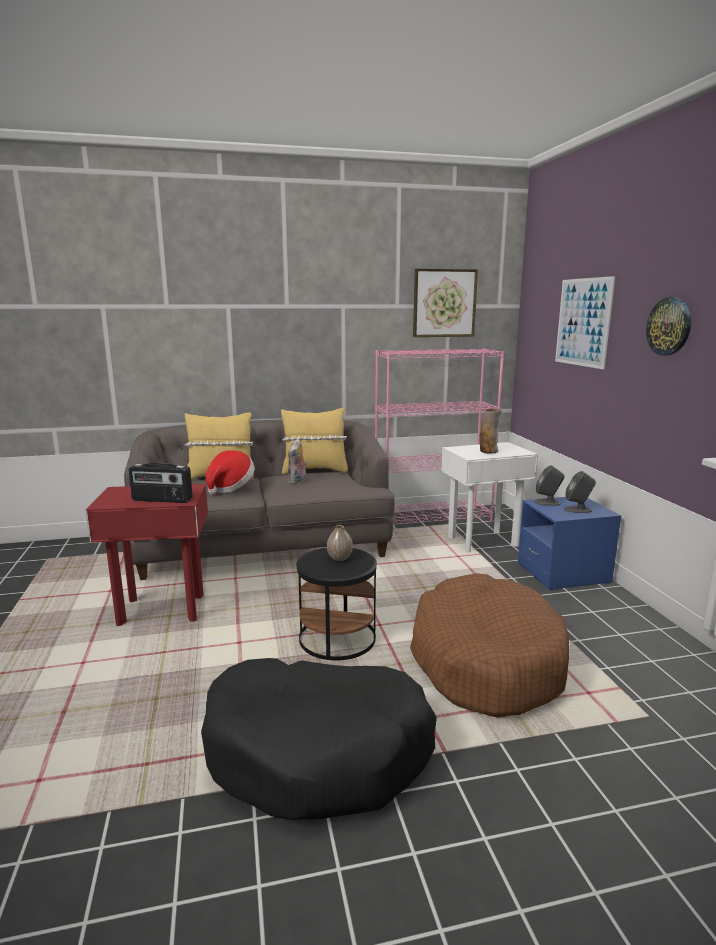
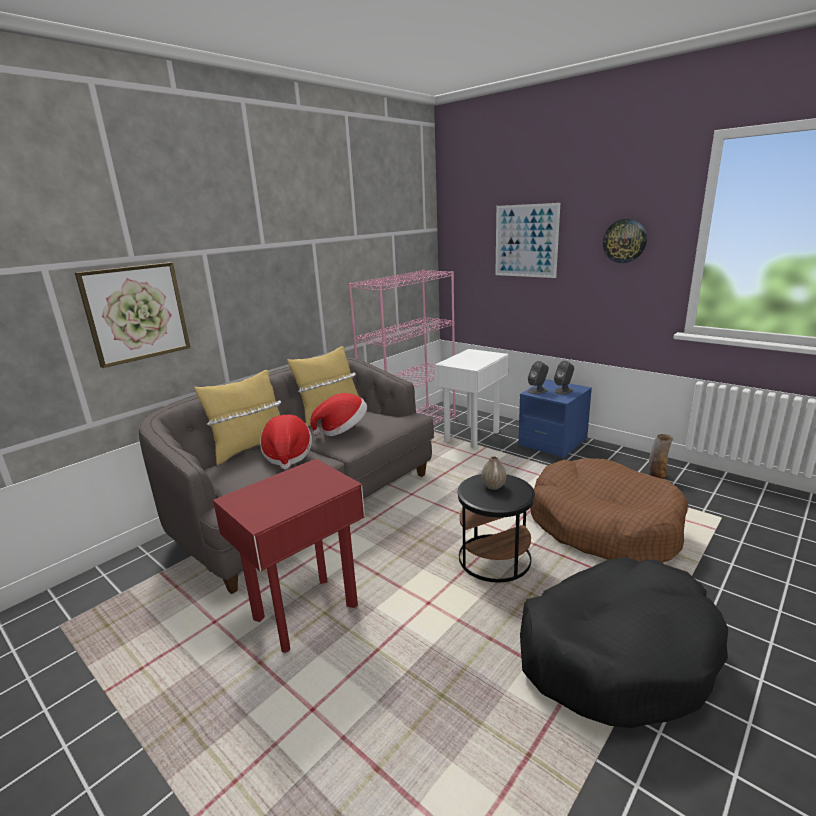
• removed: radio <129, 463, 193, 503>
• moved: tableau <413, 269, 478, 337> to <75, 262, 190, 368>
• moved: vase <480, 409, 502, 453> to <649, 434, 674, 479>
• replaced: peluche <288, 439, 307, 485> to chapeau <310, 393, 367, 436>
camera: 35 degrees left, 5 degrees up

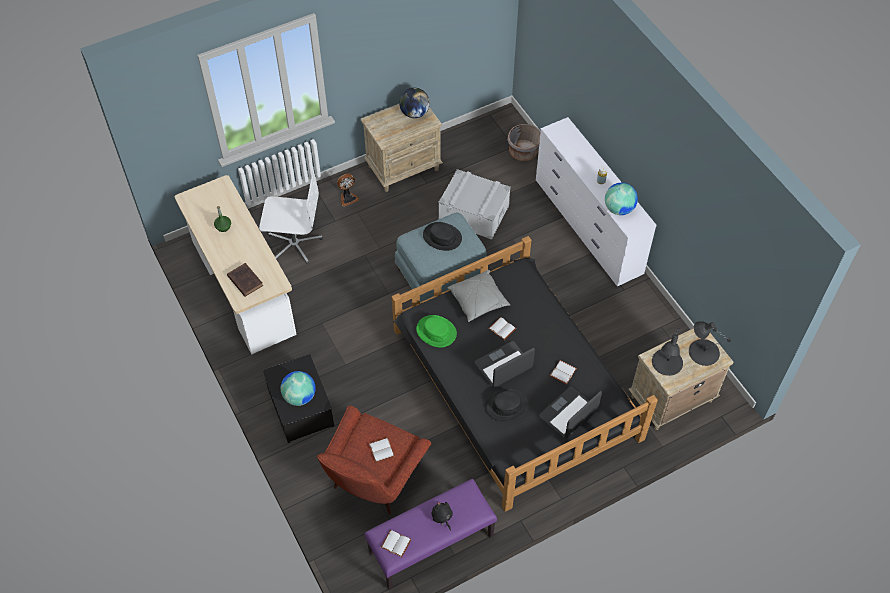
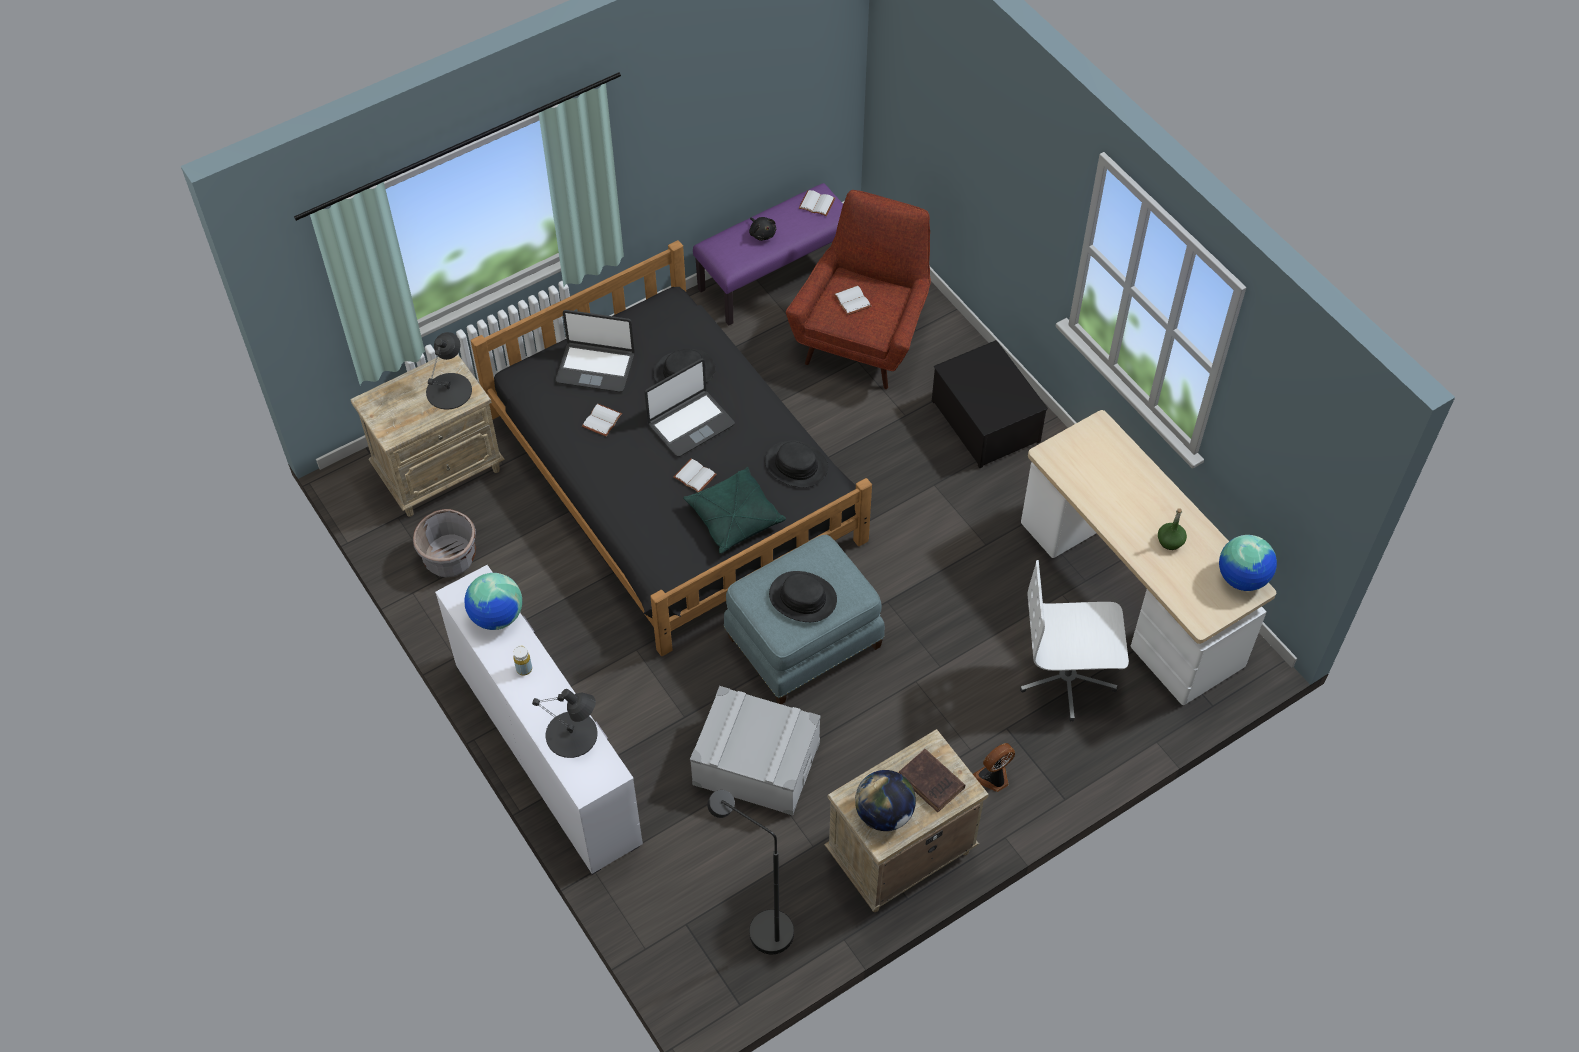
• added: lampadaire (noir) <707, 790, 794, 954>
• moved: livre (marron) <227, 263, 263, 297> to <899, 749, 965, 812>
• moved: globe <281, 371, 315, 406> to <1219, 535, 1277, 591>
• moved: cache-pot (gris) <507, 124, 541, 161> to <413, 509, 476, 578>
• moved: lampe de table (noir) <689, 322, 731, 366> to <532, 689, 598, 758>
• recoloured: chapeau (vert) <416, 315, 457, 347> to chapeau (noir) <765, 440, 828, 488>
• recoloured: coussin (gris) <447, 270, 510, 322> to coussin (vert) <683, 467, 786, 554>
• turned: ordinateur portable <539, 386, 602, 438> = <555, 310, 635, 392> 60 degrees clockwise
camera: 175 degrees right, 0 degrees up

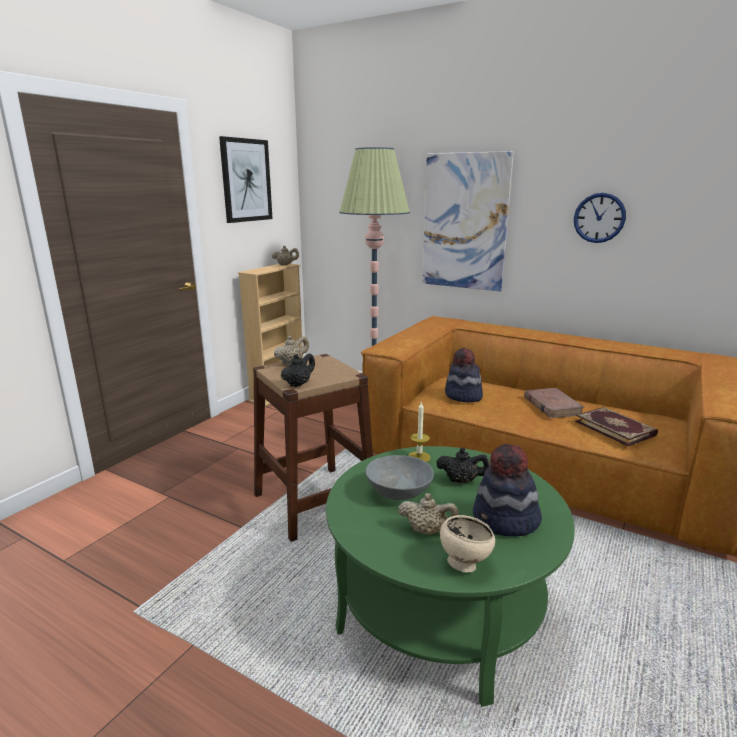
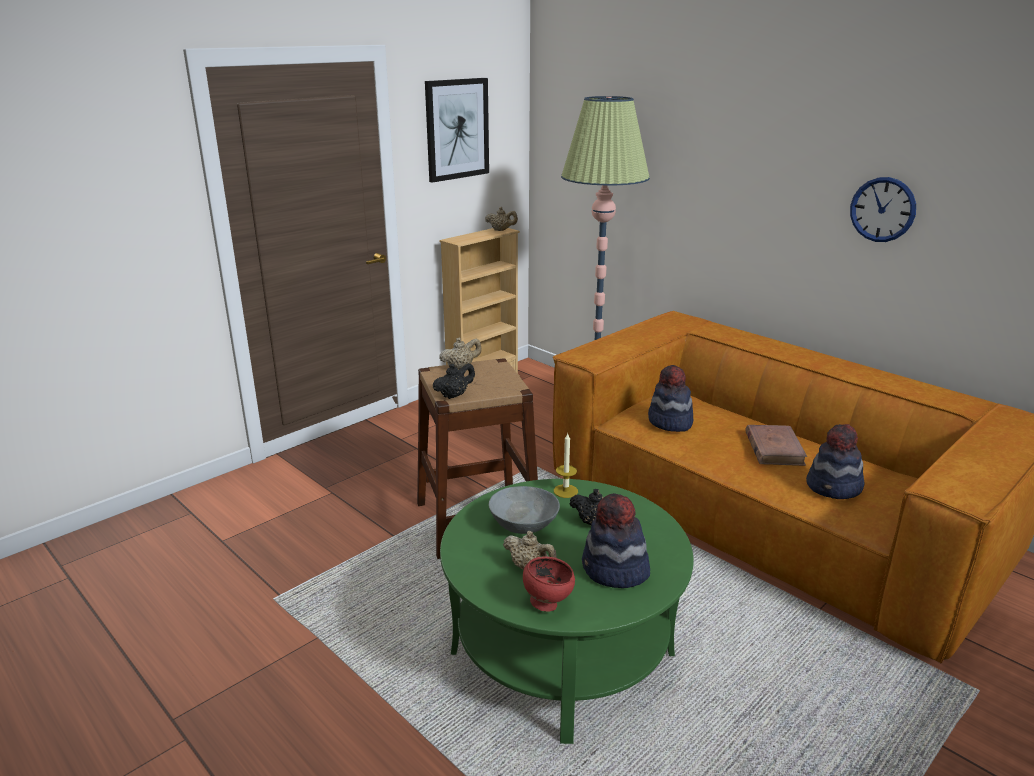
• removed: tableau <422, 151, 514, 292>
• replaced: livre <575, 407, 658, 446> to chapeau <806, 424, 865, 499>
• recoloured: bol (beige) <440, 515, 495, 573> to bol (rouge) <523, 556, 575, 612>
camera: 15 degrees right, 5 degrees up

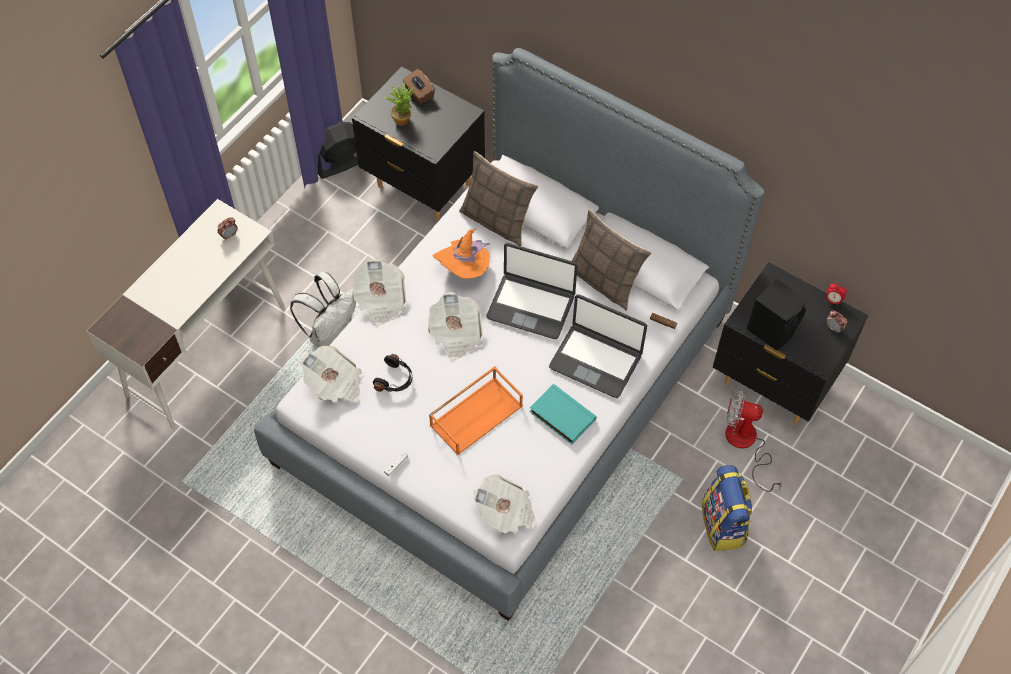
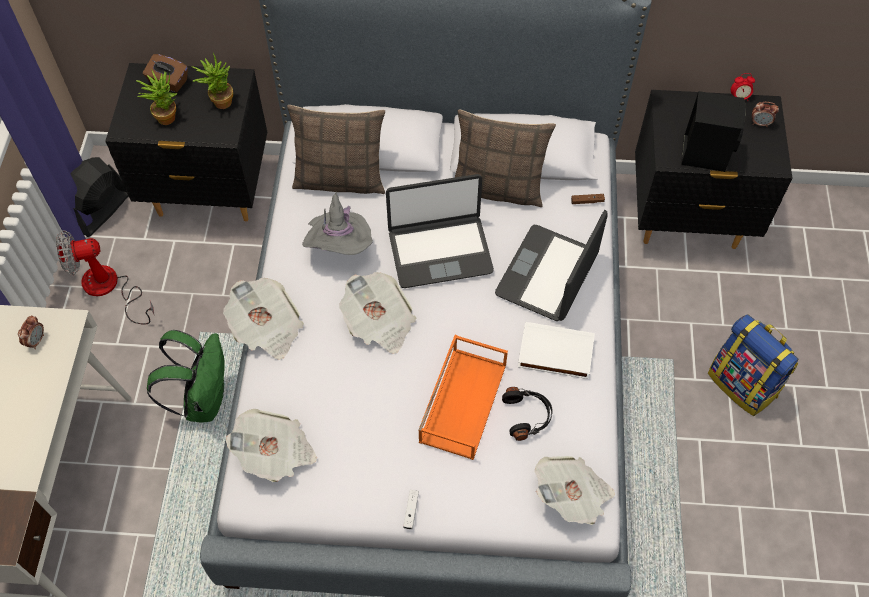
• added: plante en pot <191, 52, 233, 109>
• moved: casque audio (noir) <373, 354, 412, 392> to <502, 387, 553, 441>
• moved: ventilateur <725, 389, 783, 492> to <56, 230, 155, 325>
• recoloured: sac à dos (blanc) <290, 272, 356, 347> to sac à dos (vert) <147, 330, 226, 423>
• recoloured: chapeau (orange) <433, 228, 490, 279> to chapeau (gris) <302, 192, 373, 255>
• recoloured: livre (turquoise) <529, 384, 596, 444> to livre (blanc) <518, 322, 595, 379>
• turned: ordinateur portable <549, 294, 647, 398> = <495, 210, 608, 321> 120 degrees clockwise
camera: 30 degrees left, 0 degrees up

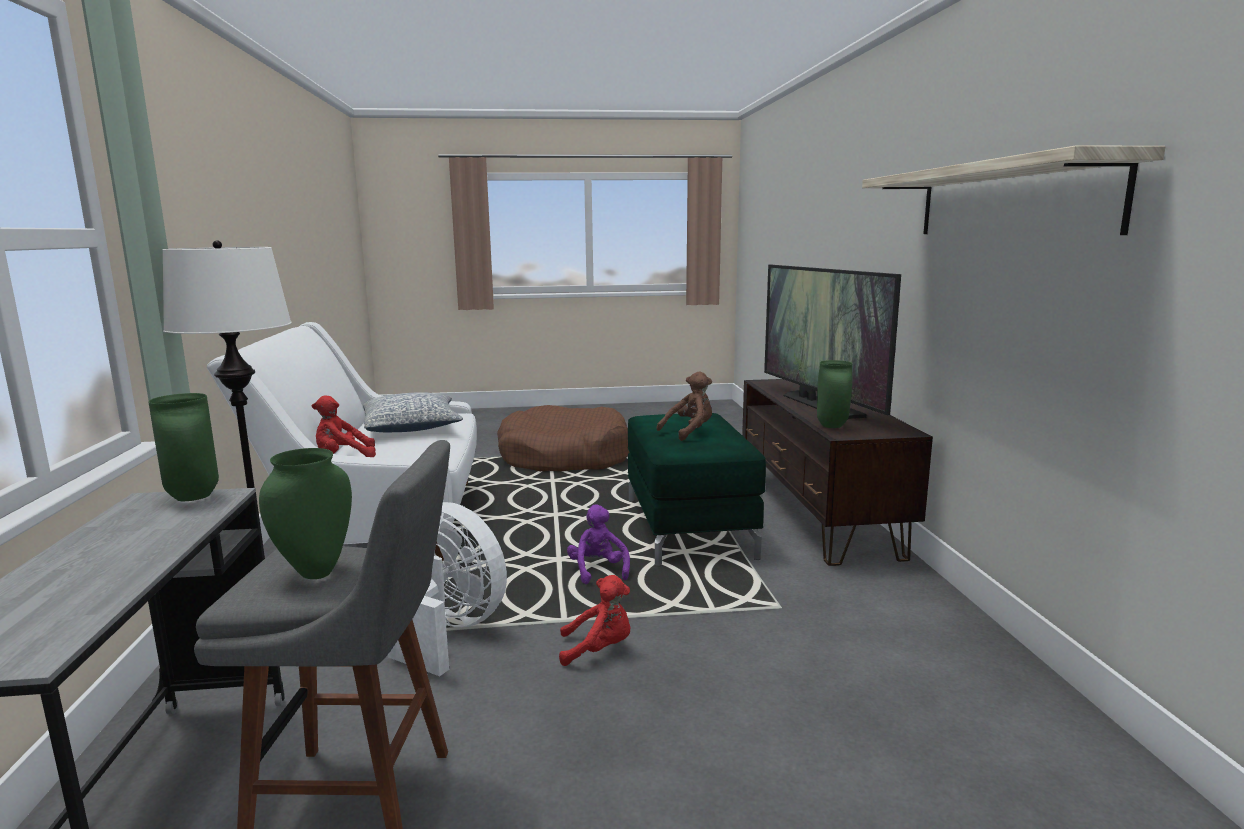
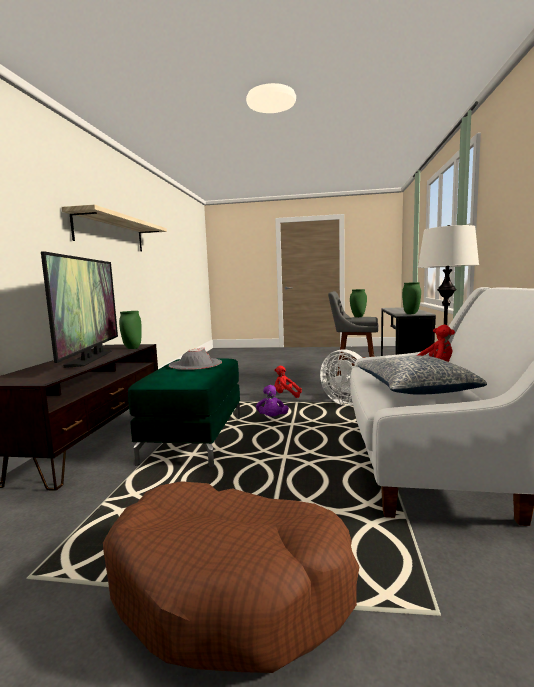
• replaced: peluche (marron) <656, 371, 712, 441> to chapeau (gris) <169, 347, 222, 370>
camera: 165 degrees left, 5 degrees down

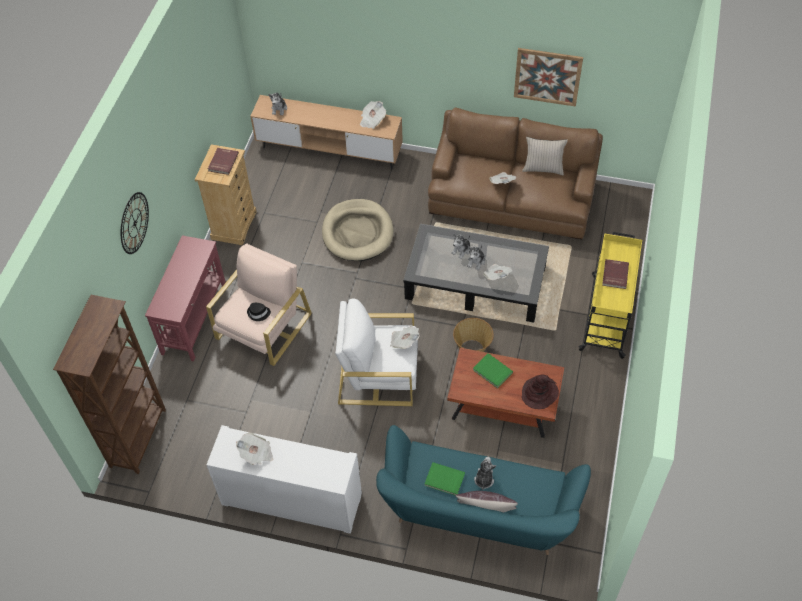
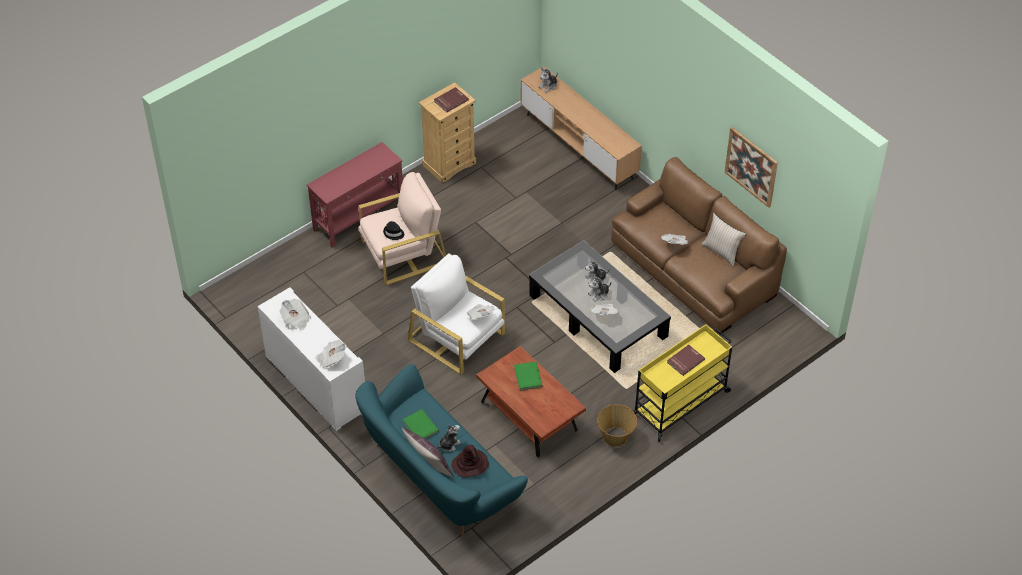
• removed: bibliothèque (marron) <53, 295, 166, 474>
• removed: horloge murale <121, 192, 149, 254>
• removed: panier pour chien (beige) <322, 199, 394, 261>
• moved: journal <360, 101, 386, 129> to <316, 340, 346, 368>
• moved: panier <453, 318, 494, 352> to <597, 404, 637, 447>
• moved: chapeau (marron) <522, 374, 559, 409> to <452, 445, 489, 477>
camera: 35 degrees right, 5 degrees down

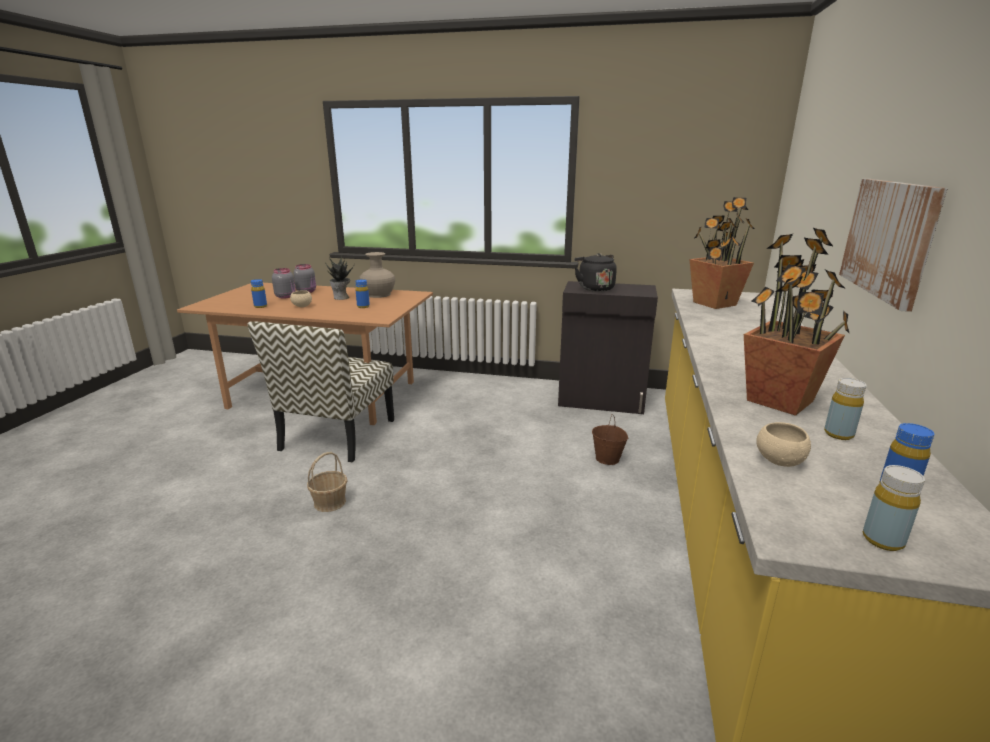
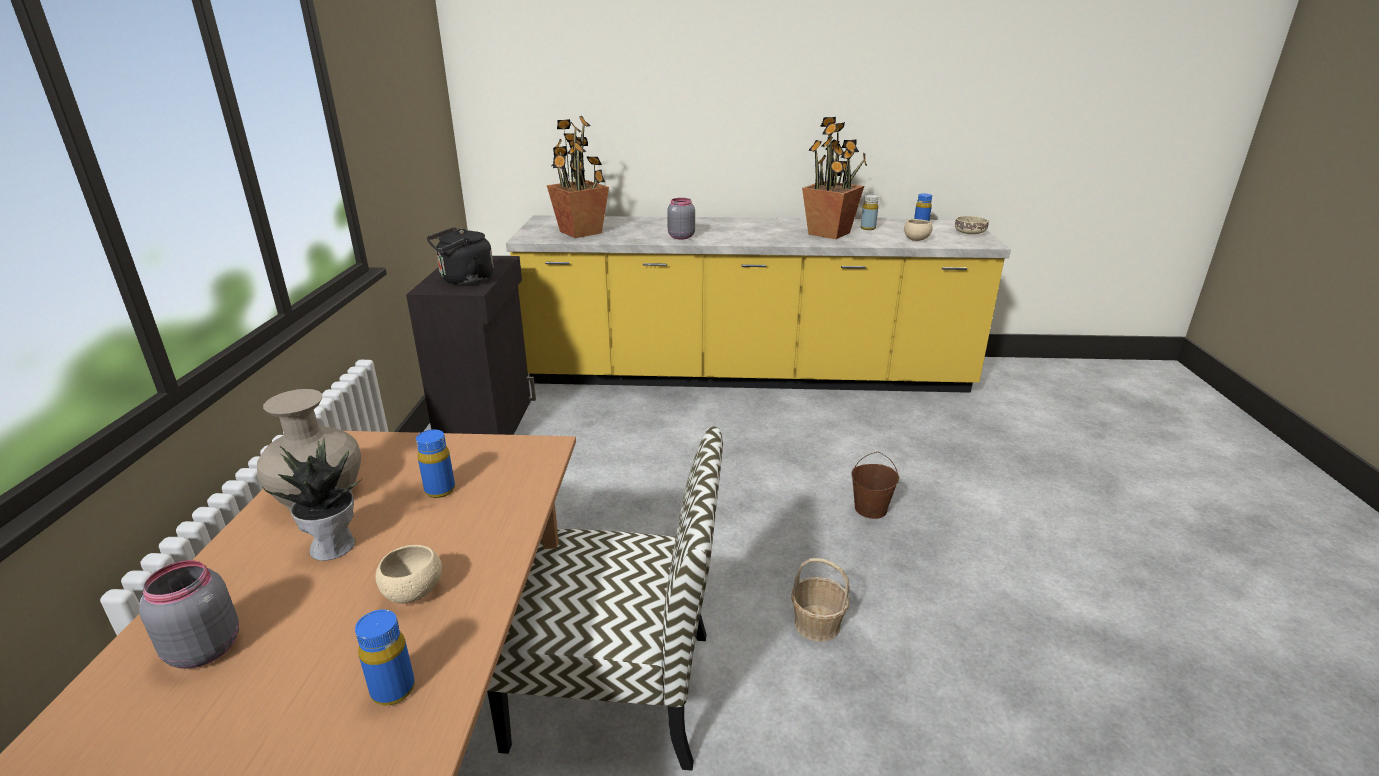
• removed: tableau <839, 179, 948, 312>
• moved: bocal (gris) <272, 268, 296, 299> to <667, 198, 695, 239>
• moved: seau (marron) <592, 414, 628, 465> to <851, 452, 899, 519>
• replaced: bouteille (jaune) <863, 465, 925, 551> to bol (beige) <955, 216, 989, 234>
camera: 100 degrees left, 5 degrees up

